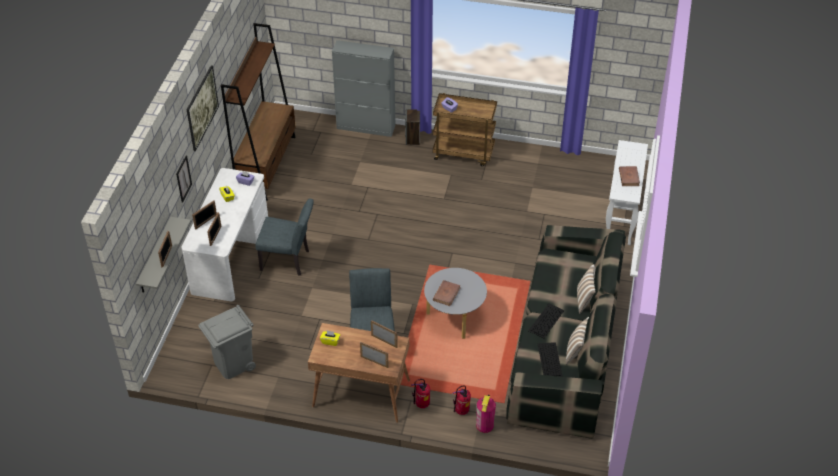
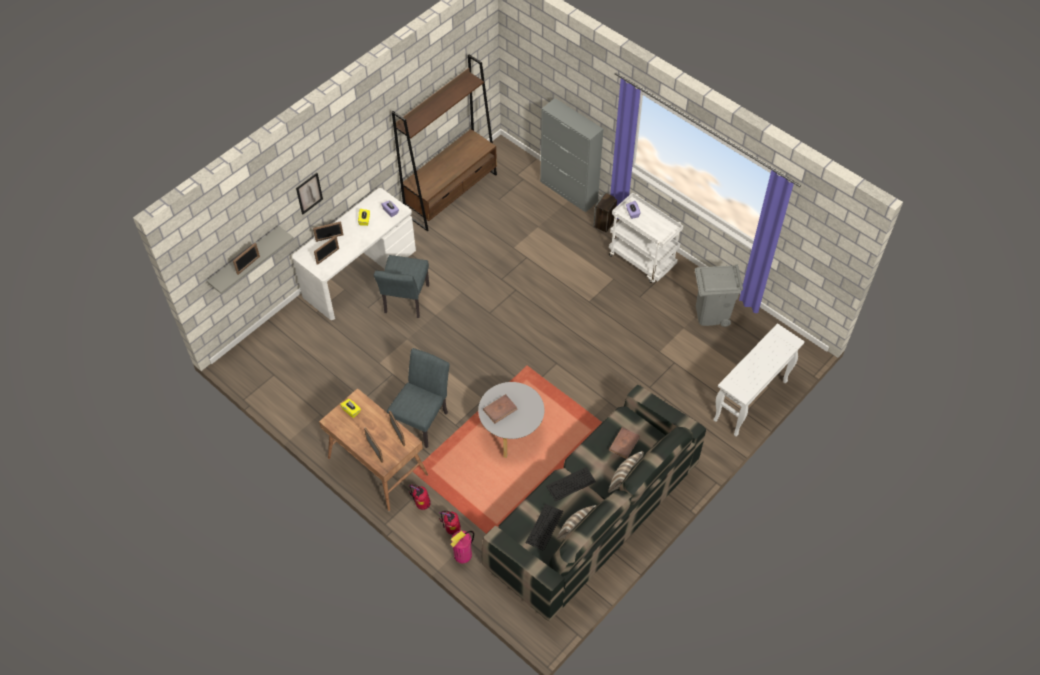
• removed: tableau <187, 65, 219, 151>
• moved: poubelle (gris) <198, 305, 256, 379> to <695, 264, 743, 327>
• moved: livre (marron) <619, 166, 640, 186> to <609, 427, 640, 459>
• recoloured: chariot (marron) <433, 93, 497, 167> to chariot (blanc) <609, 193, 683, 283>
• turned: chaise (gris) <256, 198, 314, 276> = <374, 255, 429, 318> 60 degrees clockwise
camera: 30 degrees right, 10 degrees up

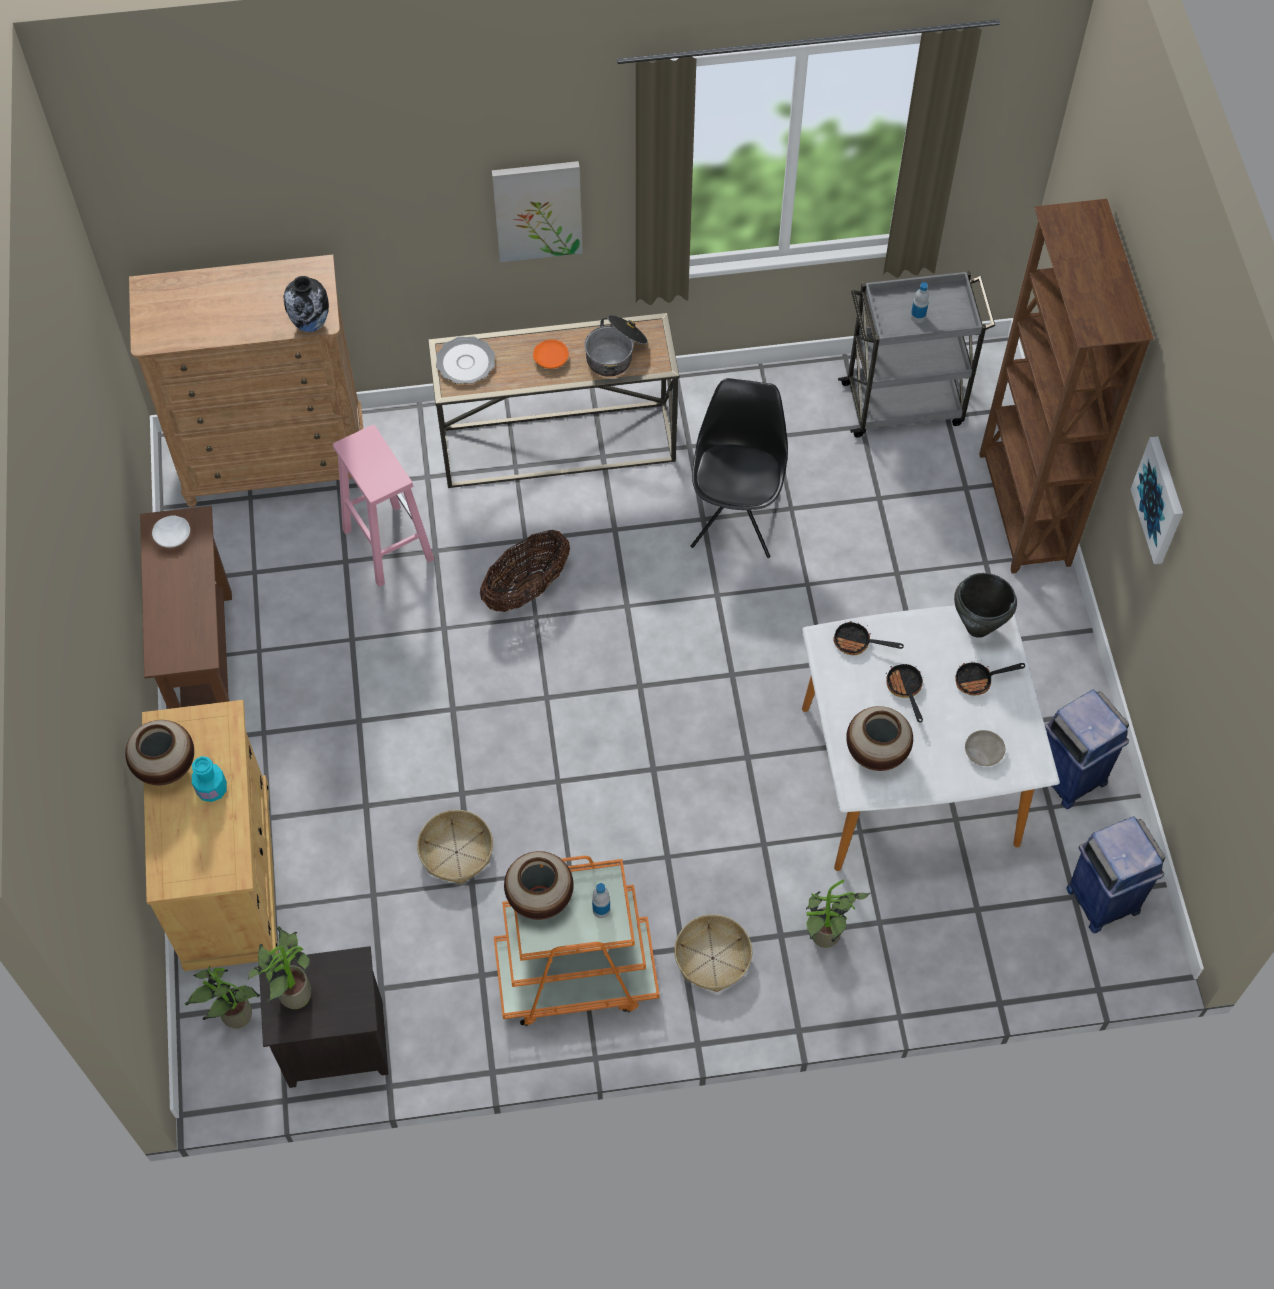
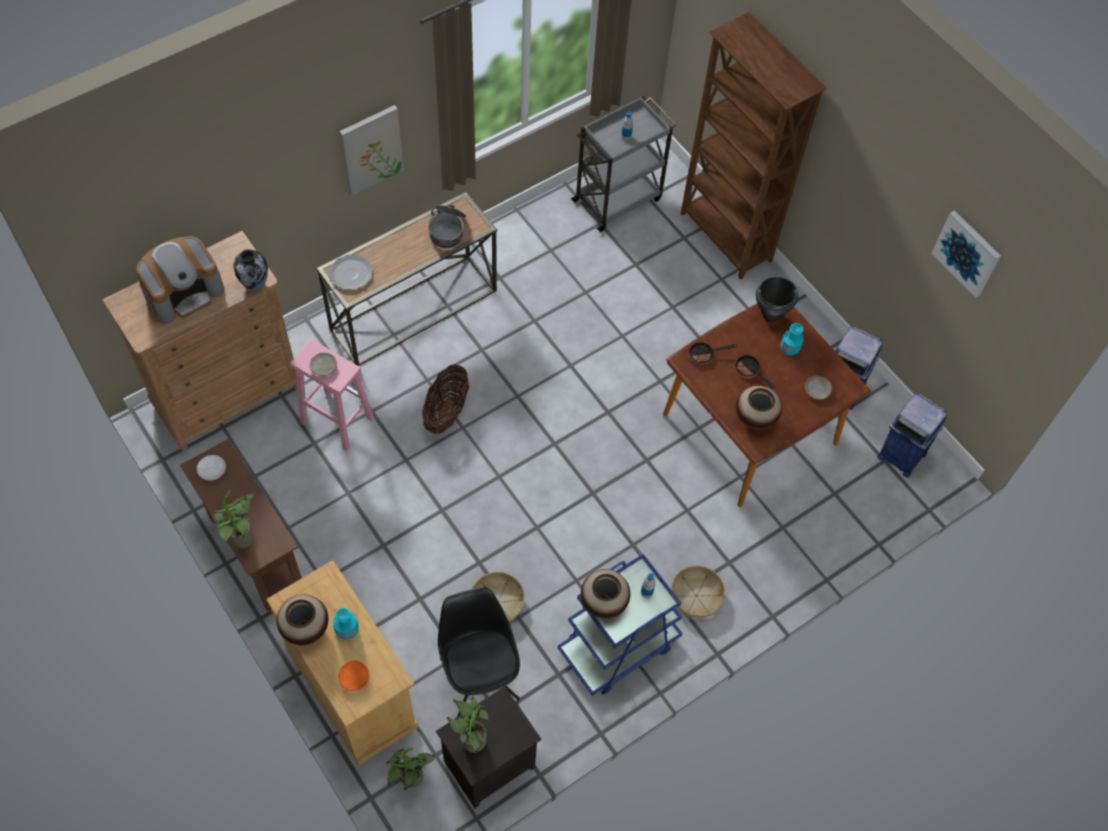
• added: machine à café <136, 236, 224, 324>
• added: assiette (beige) <310, 353, 337, 376>
• moved: assiette (orange) <533, 340, 569, 369> to <338, 661, 369, 691>
• moved: chaise (noir) <691, 378, 788, 558> to <438, 587, 520, 717>
• moved: plante en pot <806, 880, 870, 948> to <213, 490, 255, 548>
• moved: tableau <1130, 436, 1183, 564> to <932, 210, 1001, 297>
• replaced: poêle <955, 661, 1025, 696> to bouteille (turquoise) <780, 323, 804, 355>
• recoloured: chariot (orange) <494, 856, 659, 1026> to chariot (bleu) <558, 554, 683, 696>
• recoloured: table à manger (blanc) <802, 606, 1060, 871> to table à manger (marron) <663, 304, 871, 507>
camera: 30 degrees left, 0 degrees up

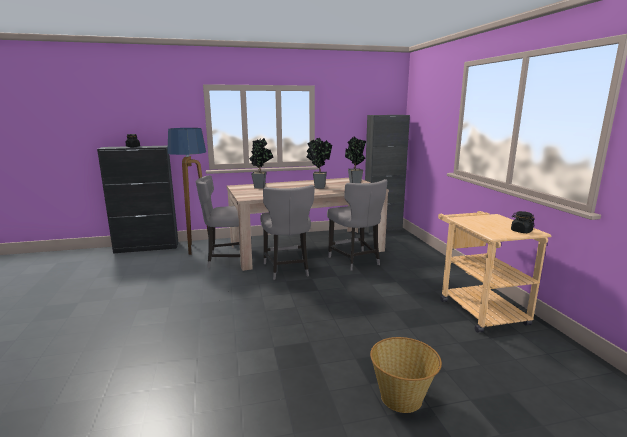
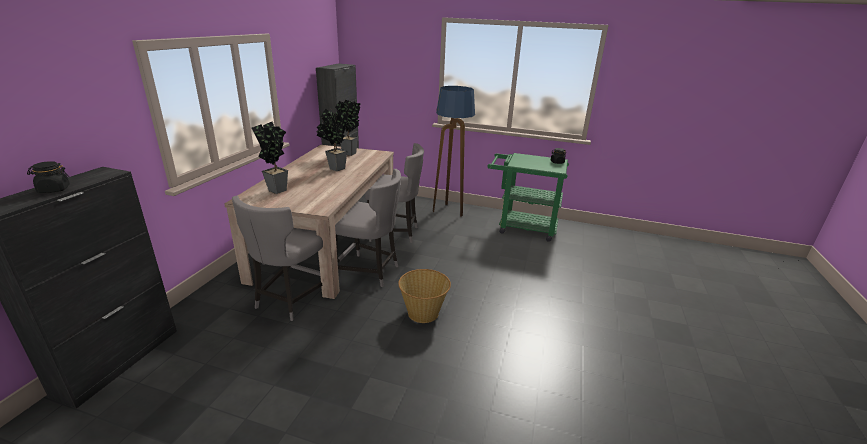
• moved: lampadaire <167, 128, 208, 255> to <433, 86, 475, 217>
• moved: panier <370, 337, 442, 413> to <398, 269, 451, 323>
• recoloured: chariot (beige) <438, 211, 551, 333> to chariot (vert) <487, 153, 569, 242>
camera: 60 degrees left, 10 degrees up

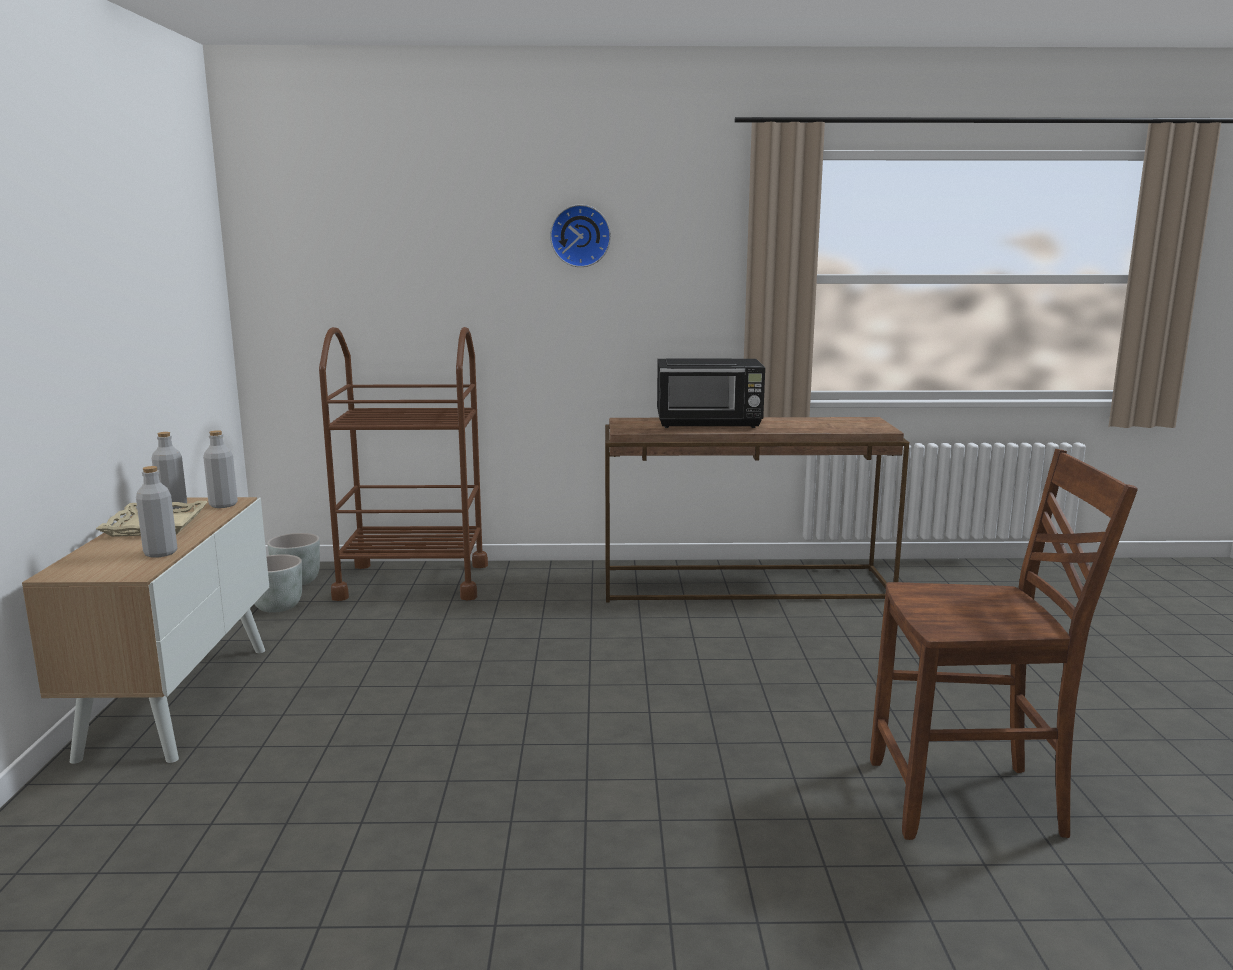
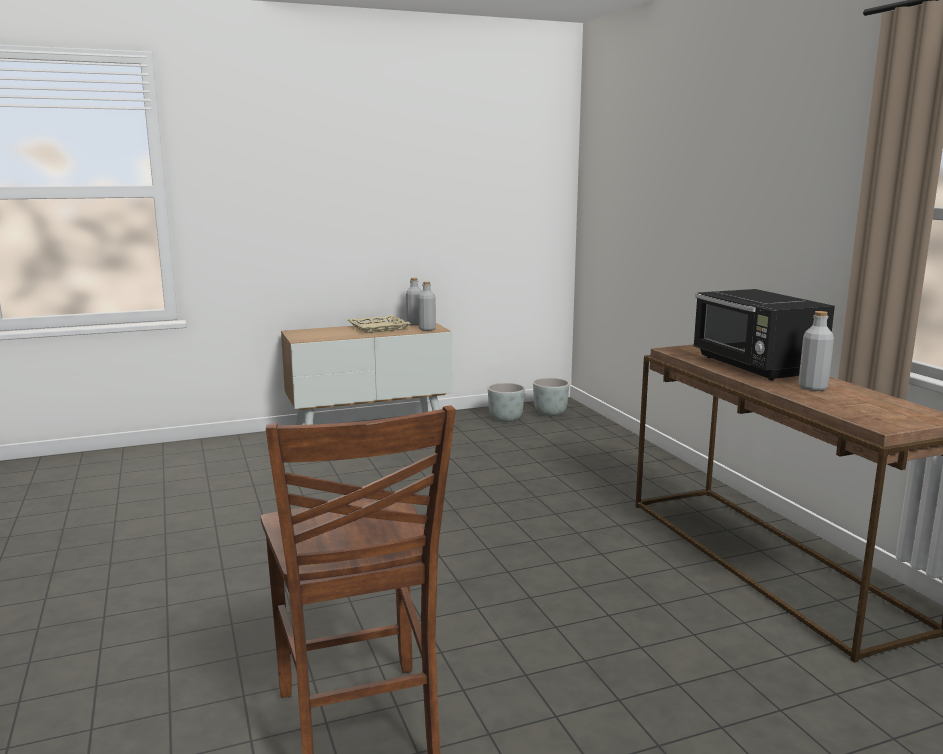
• removed: chariot (marron) <319, 327, 488, 601>
• removed: horloge murale <550, 204, 611, 267>
• moved: bouteille (gris) <136, 466, 177, 557> to <798, 311, 834, 391>
camera: 70 degrees right, 0 degrees up

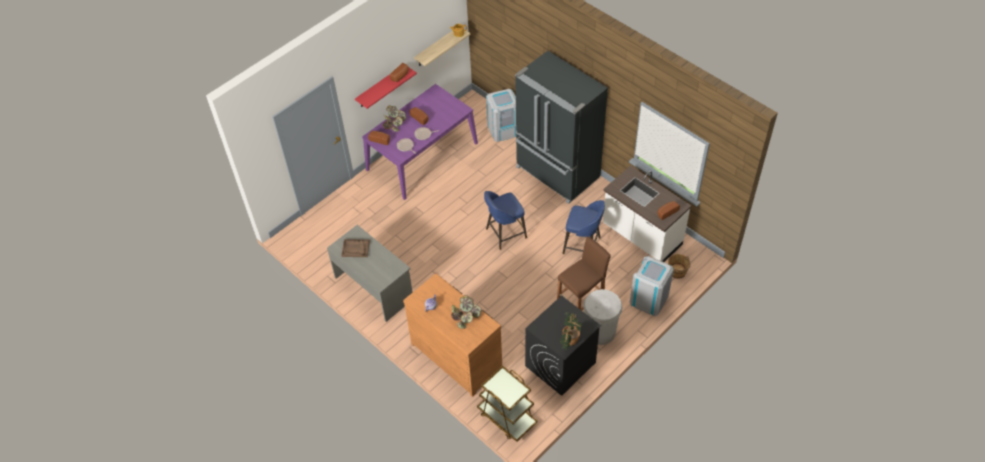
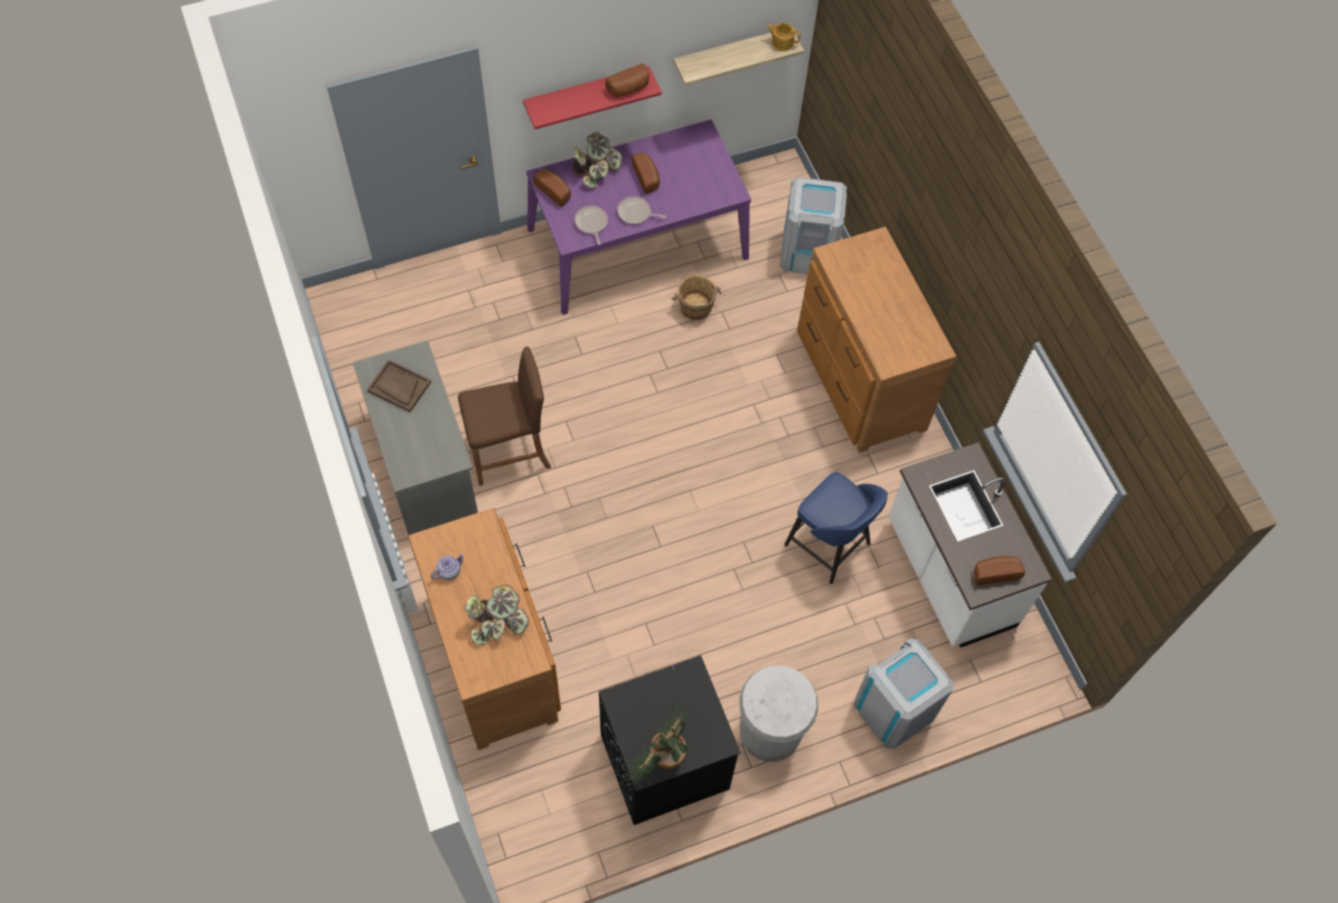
• removed: chariot (marron) <477, 365, 537, 442>
• removed: tabouret (bleu) <484, 191, 527, 250>
• moved: tabouret (marron) <557, 236, 611, 311> to <458, 347, 551, 486>
• moved: seau (marron) <668, 254, 691, 279> to <672, 275, 722, 320>
• replaced: réfrigérateur (noir) <515, 51, 608, 204> to commode (marron) <797, 227, 957, 453>
camera: 20 degrees right, 10 degrees up

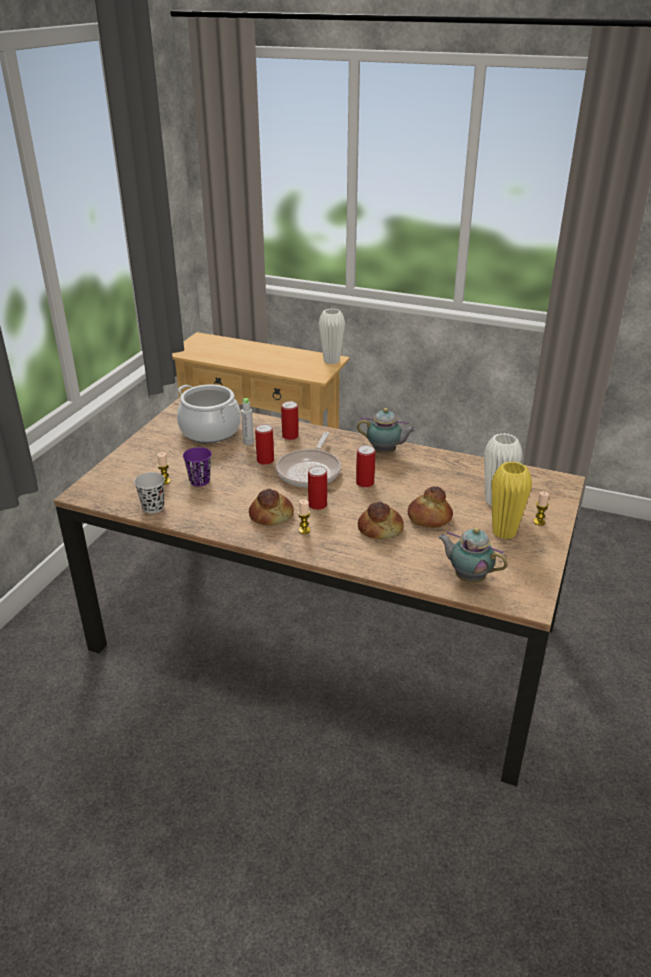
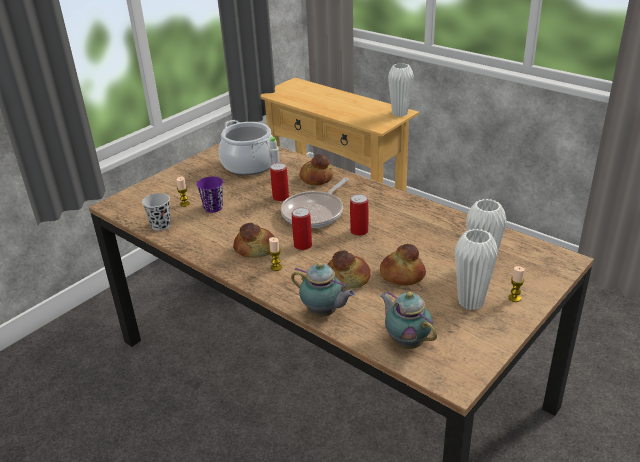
• moved: théière <357, 408, 416, 454> to <291, 262, 355, 317>
• replaced: boîte métallique <281, 401, 299, 440> to pain <300, 154, 333, 185>
• recoloured: vase (jaune) <492, 461, 532, 539> to vase (blanc) <455, 229, 498, 310>
camera: 20 degrees right, 0 degrees up

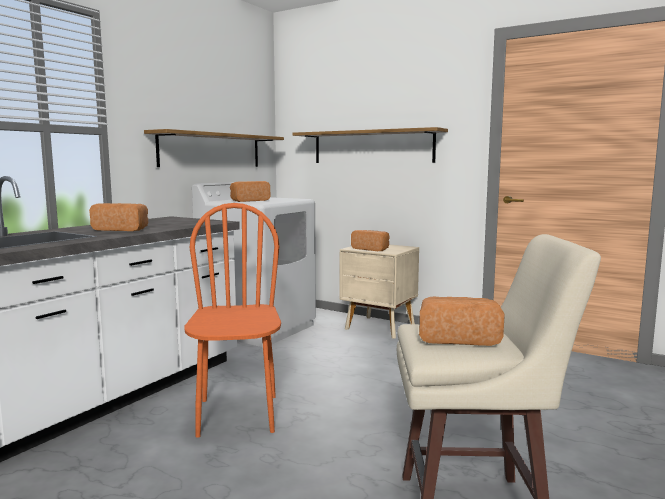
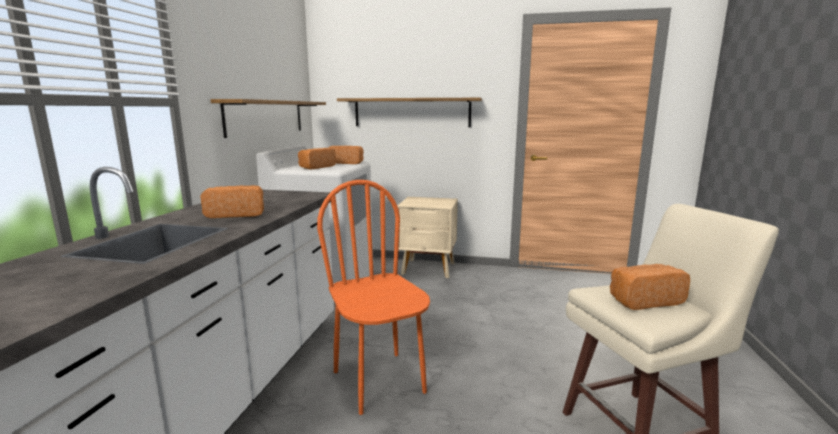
• moved: pain <351, 230, 390, 251> to <328, 146, 364, 164>
camera: 20 degrees left, 5 degrees up

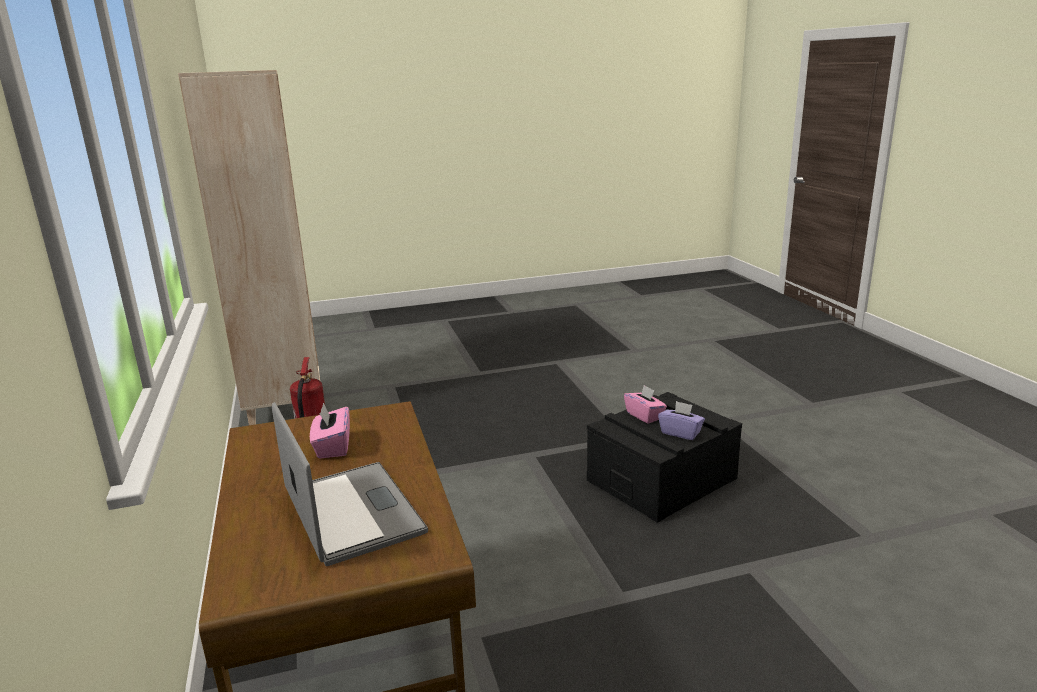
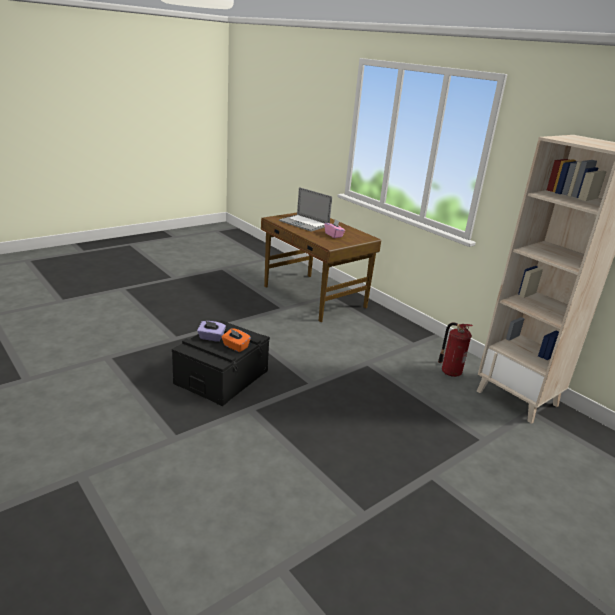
• recoloured: boîte à mouchoirs (rose) <624, 385, 667, 424> to boîte à mouchoirs (orange) <222, 328, 251, 352>
camera: 155 degrees right, 5 degrees up

